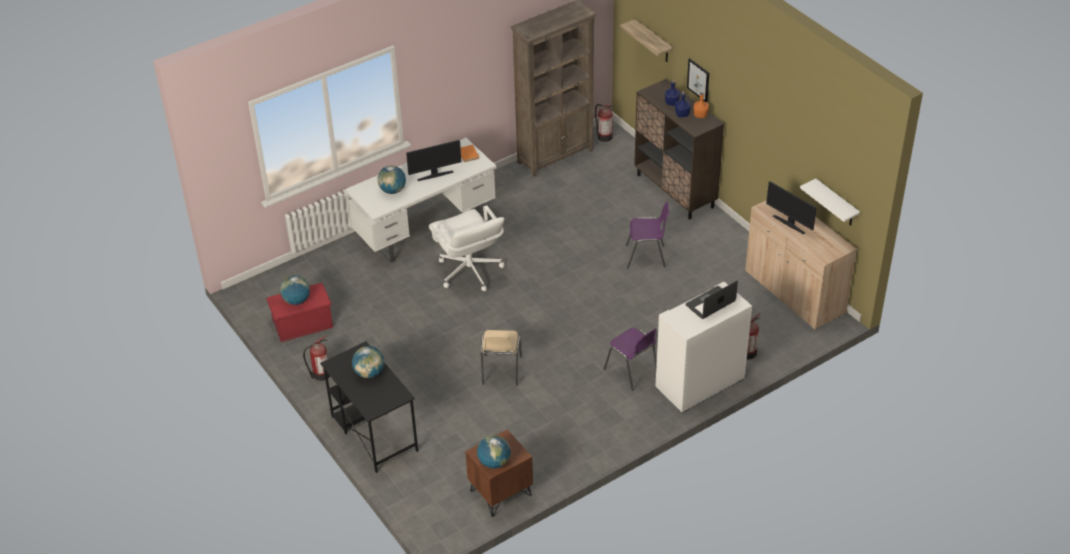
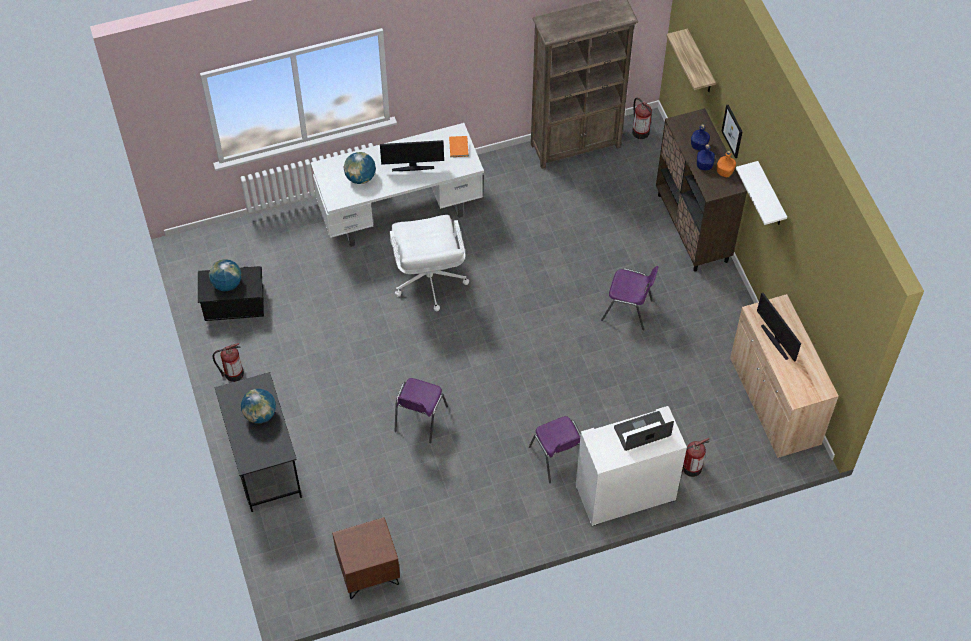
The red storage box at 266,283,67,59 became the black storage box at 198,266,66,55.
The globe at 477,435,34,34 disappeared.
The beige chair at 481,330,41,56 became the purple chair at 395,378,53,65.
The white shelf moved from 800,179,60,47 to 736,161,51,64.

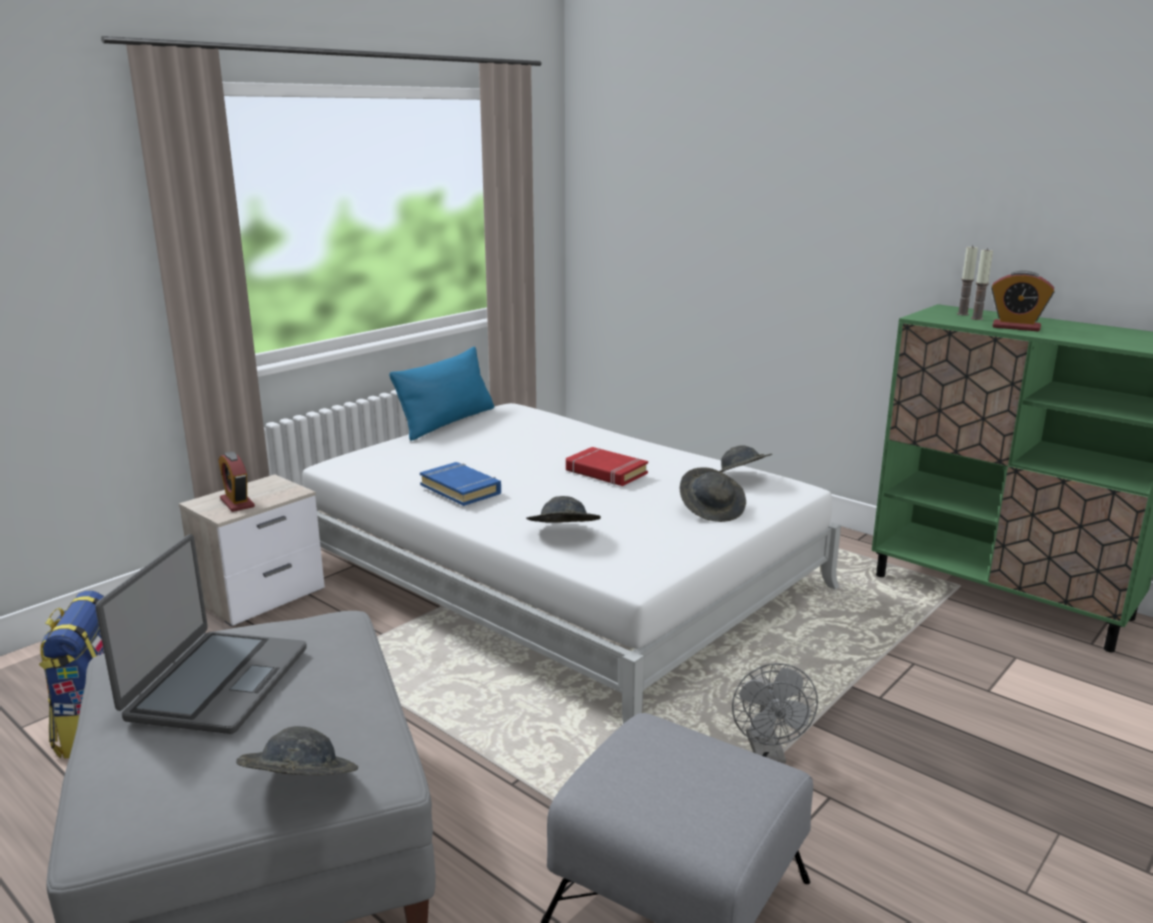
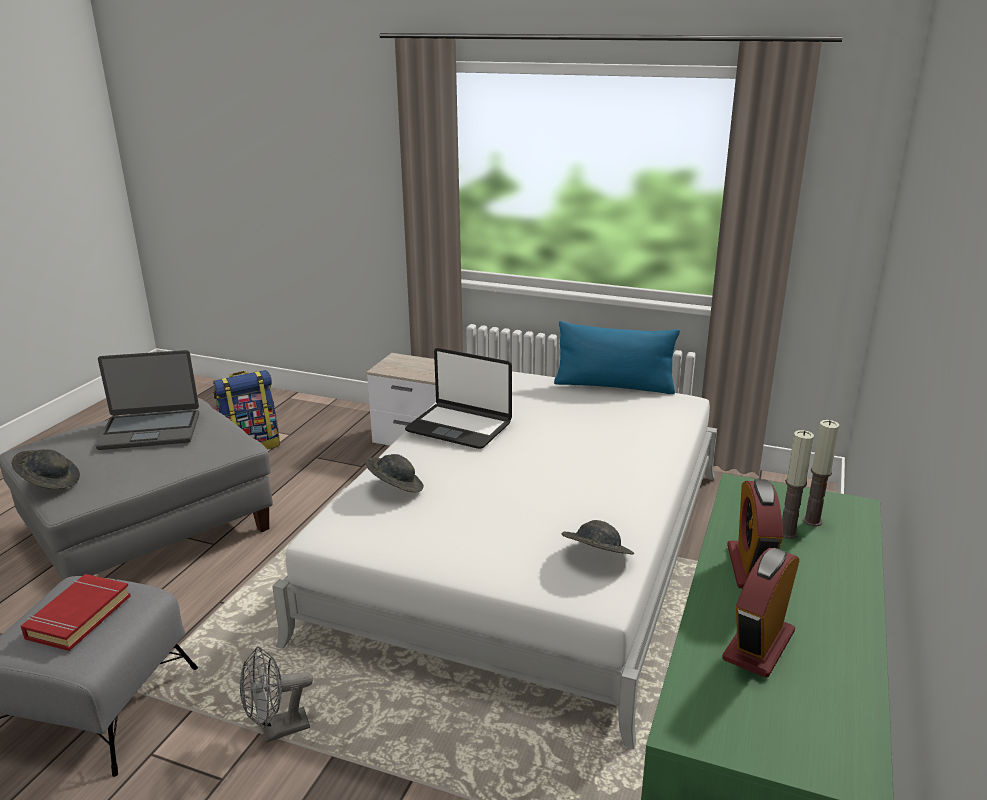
The alarm clock moved from 218,451,37,61 to 722,548,78,130.
The blue book at 420,462,81,44 was replaced by the laptop at 405,348,107,101.
The red book moved from 566,447,82,39 to 21,574,110,77.
The grey hat at 679,467,67,55 disappeared.

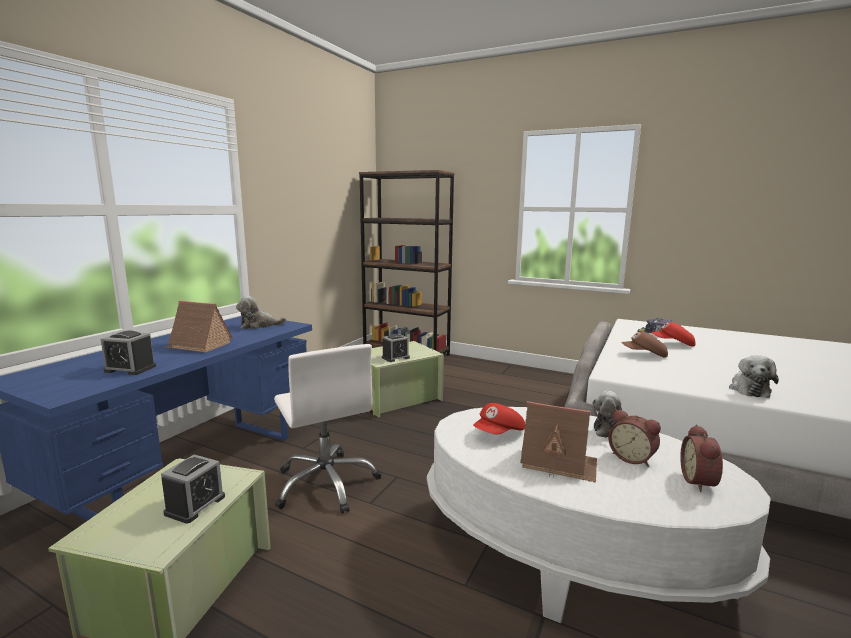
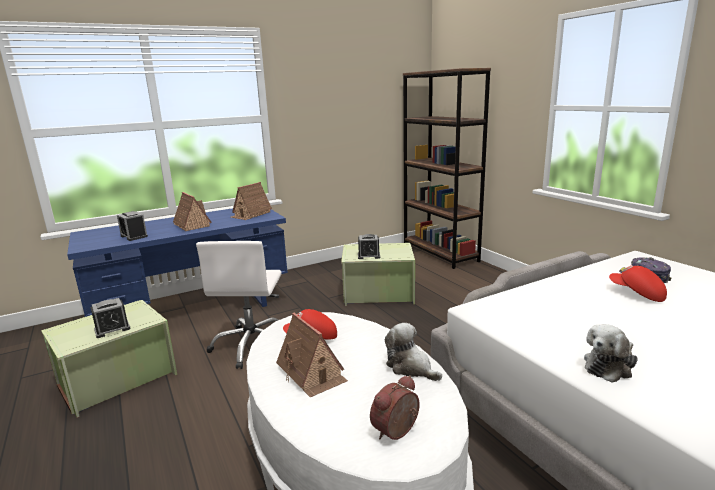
The plush toy at 236,296,50,33 was replaced by the toy house at 231,182,41,38.
The alarm clock at 608,409,53,58 disappeared.
The brown cap at 621,332,47,25 disappeared.

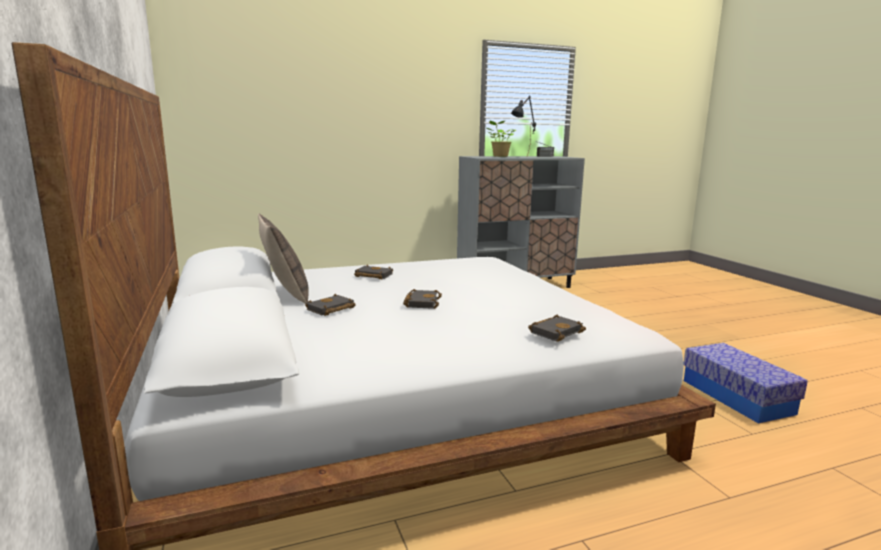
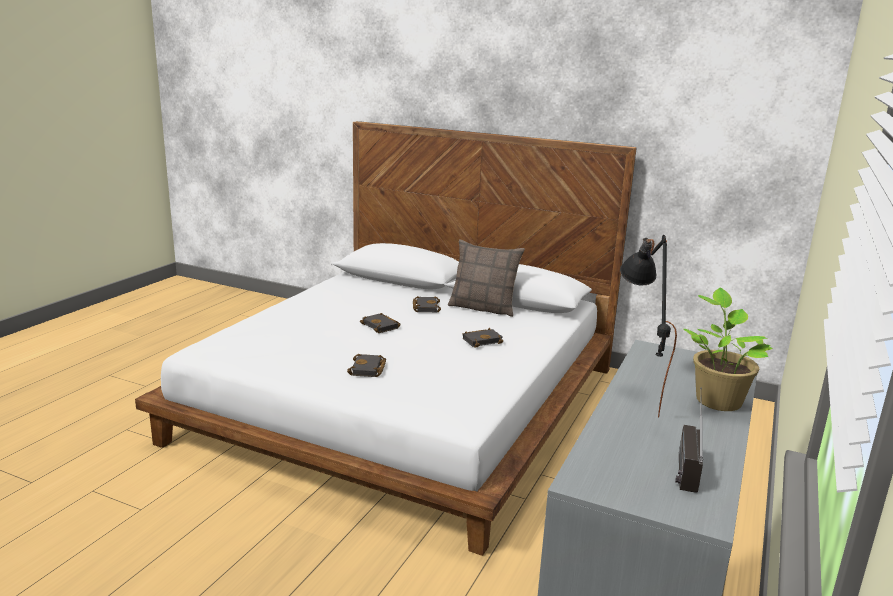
The black book moved from 528,315,58,27 to 347,354,39,23.
The storage box at 684,343,124,80 disappeared.

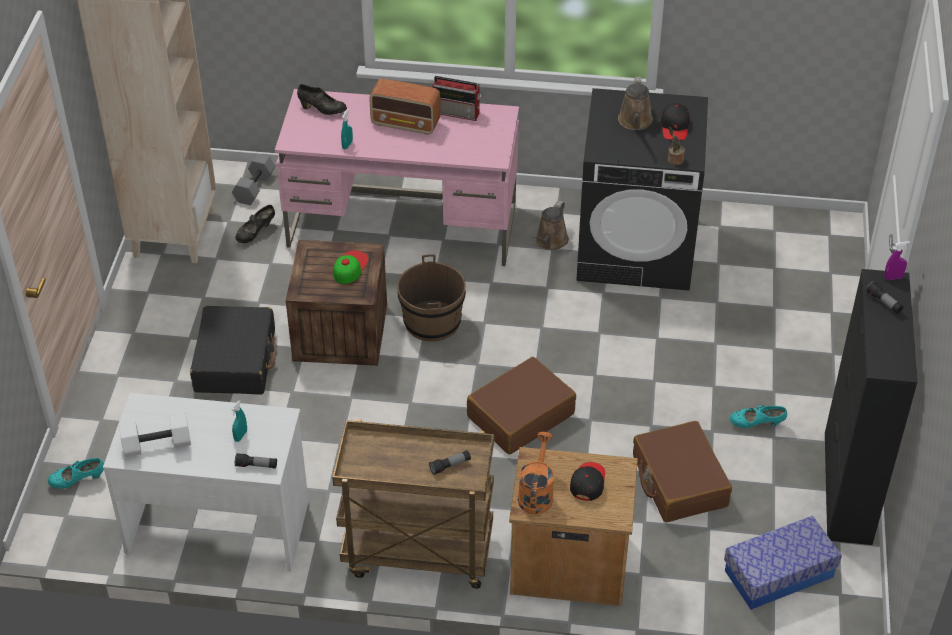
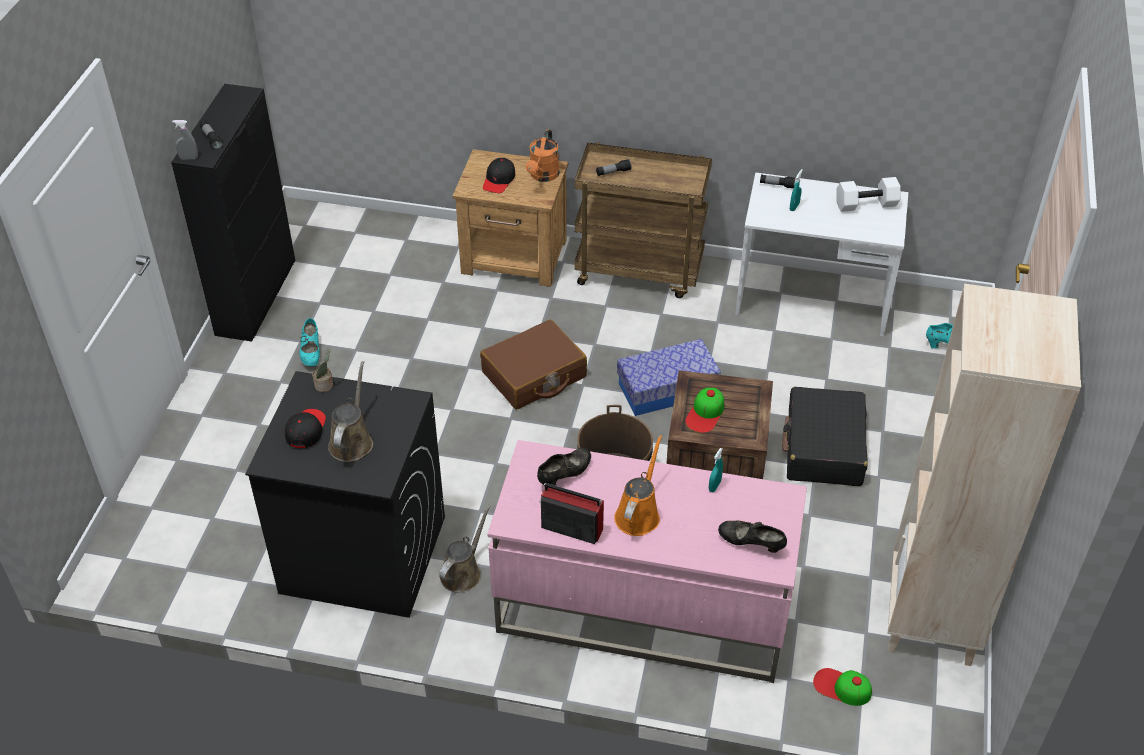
The grey dumbbell at 232,154,44,51 was replaced by the cap at 813,668,59,38.
The black shoe moved from 235,205,40,38 to 537,448,54,38.
The radio at 369,78,72,57 was replaced by the orange watering can at 614,435,48,101.
The brown suitcase at 633,421,99,101 disappeared.
The storage box moved from 724,516,118,94 to 617,339,104,77.
The turquoise shoe at 730,405,57,23 turned 75 degrees clockwise.
The purple spray bottle at 884,241,26,39 became the grey spray bottle at 172,120,26,40.

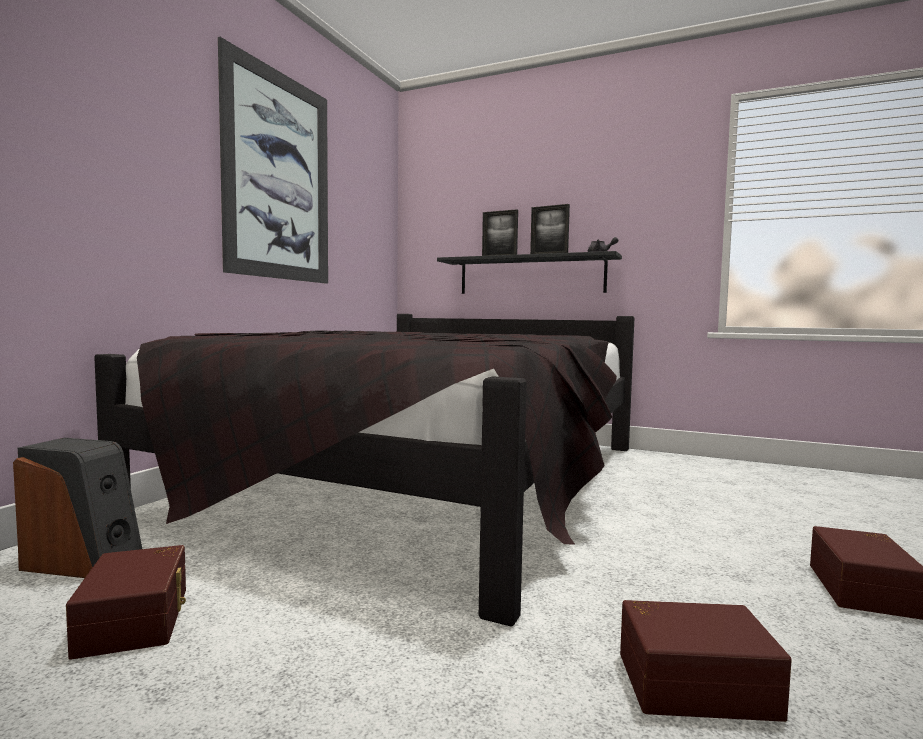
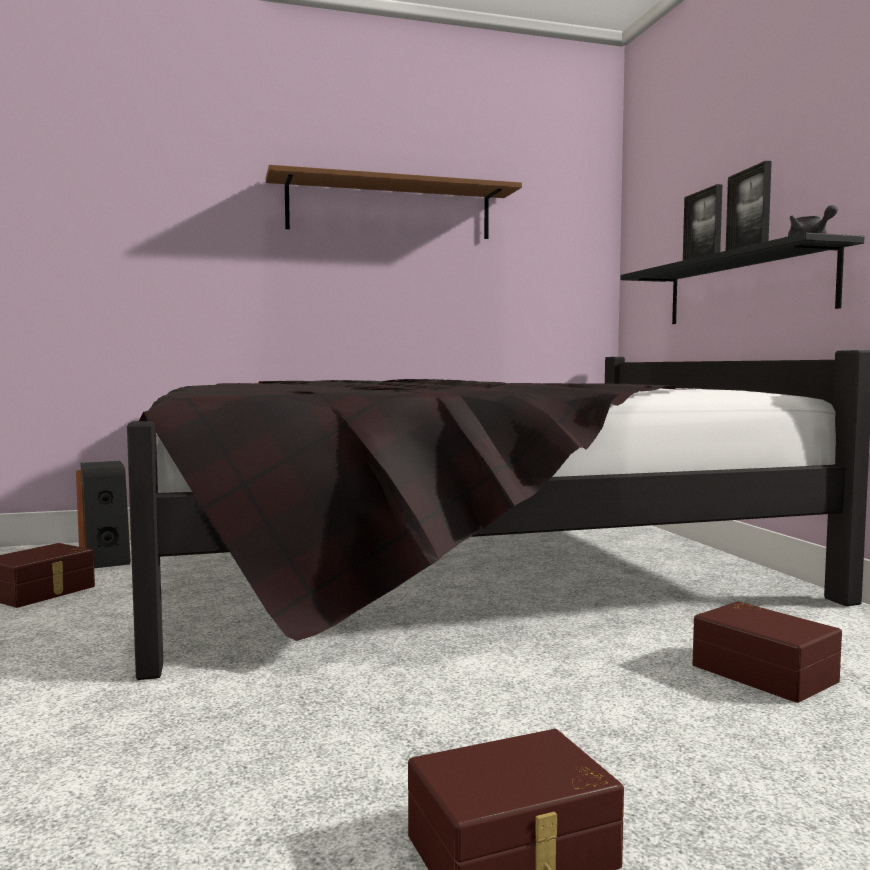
The picture at 218,37,110,247 was replaced by the brown shelf at 266,165,256,74.
The brown storage box moved from 620,600,172,122 to 692,602,150,101.

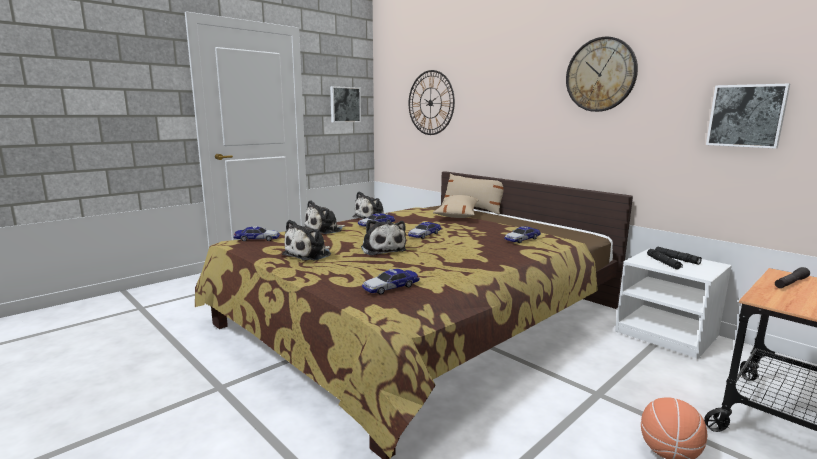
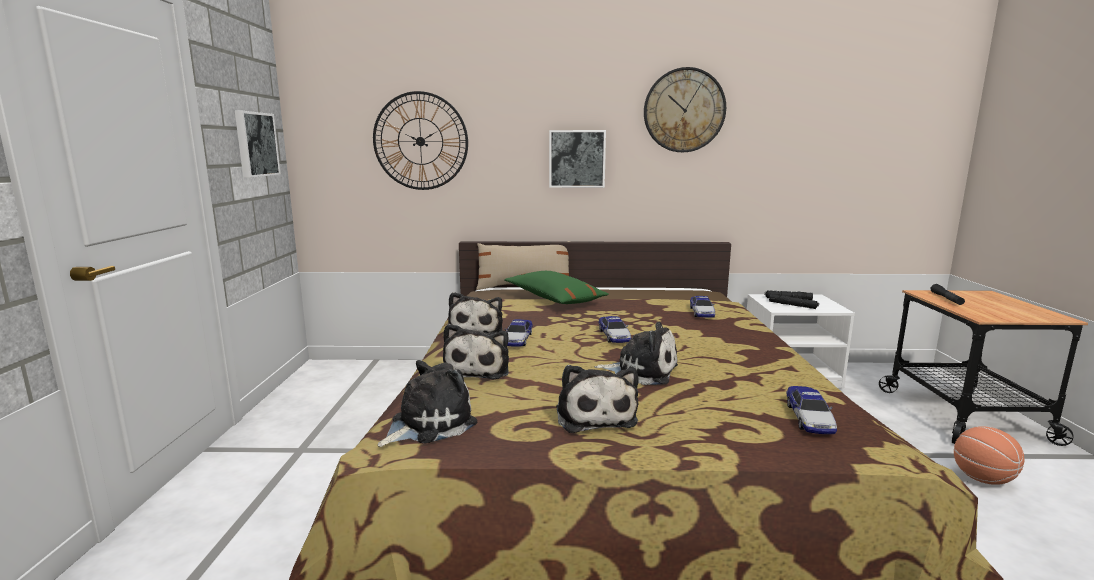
The toy car at 233,226,47,15 was replaced by the plush toy at 378,360,99,87.
The beige pillow at 433,195,46,23 became the green pillow at 504,271,105,33.
The picture moved from 706,84,84,65 to 549,130,57,58.

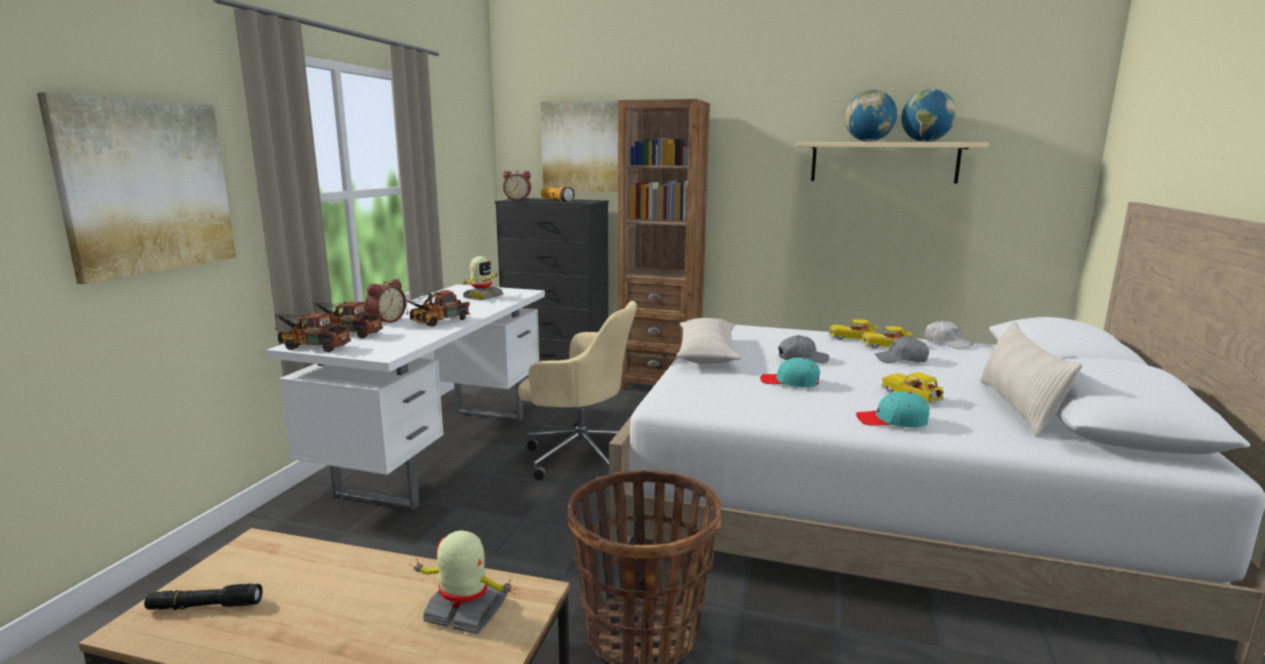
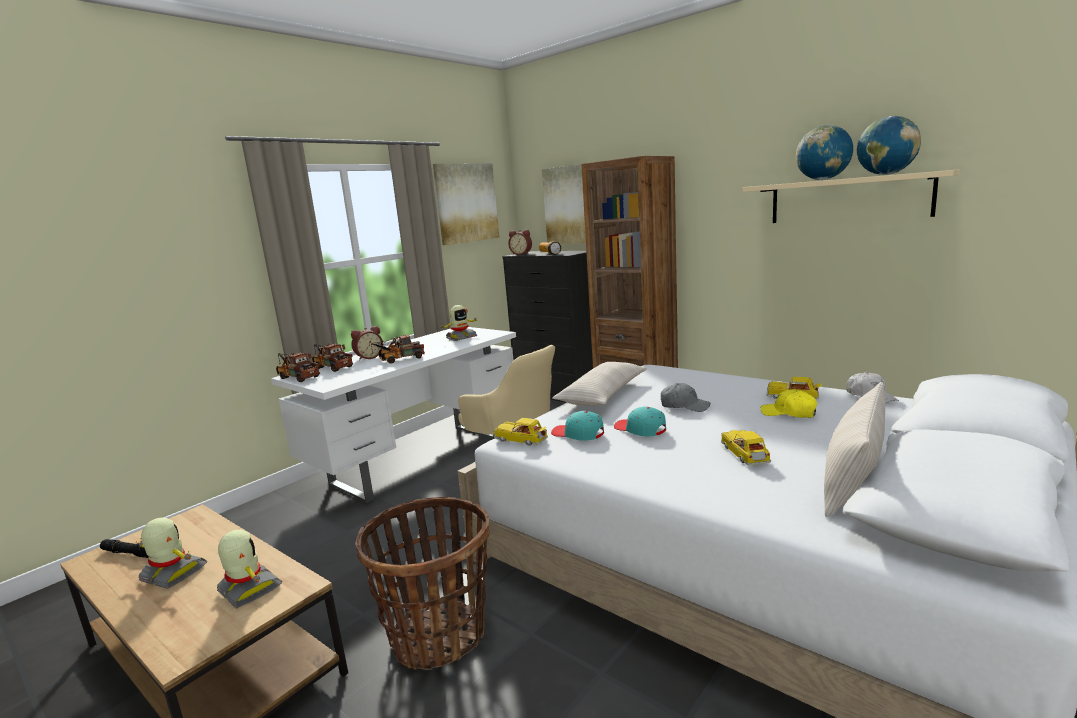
The picture moved from 37,92,199,192 to 433,164,66,81.
The toy car moved from 829,319,49,21 to 494,418,54,28.
The turquoise cap moved from 856,392,74,36 to 551,411,53,30.
The grey cap at 875,336,54,27 became the yellow cap at 761,389,56,29.
The toy robot at 136,518,71,71 appeared.

